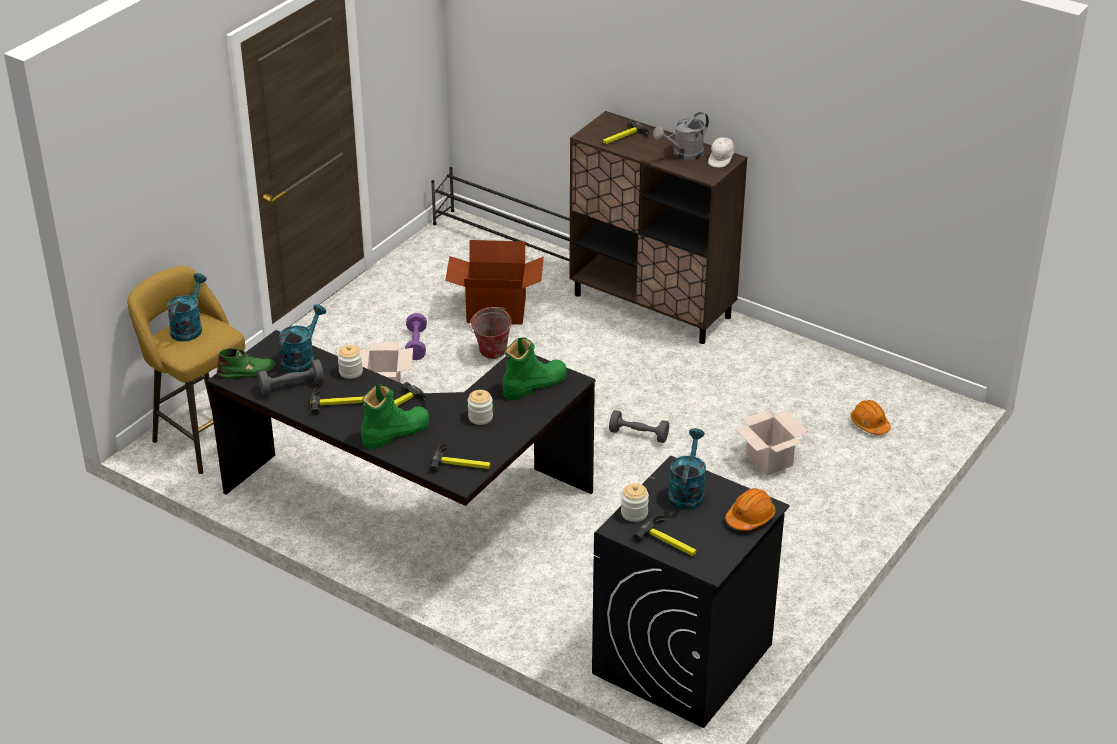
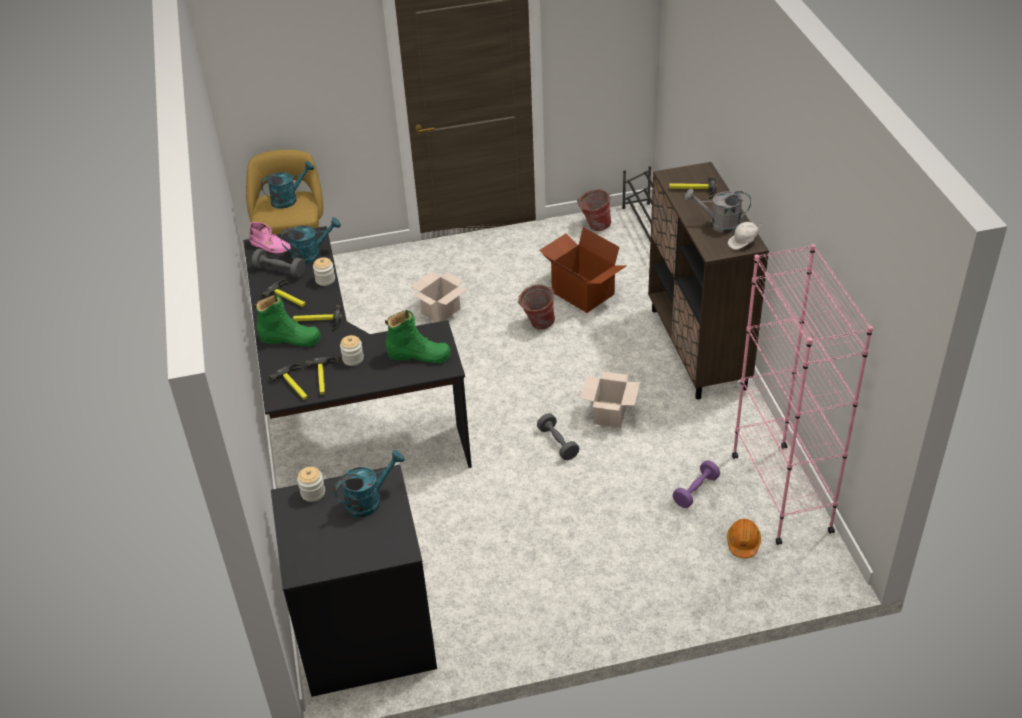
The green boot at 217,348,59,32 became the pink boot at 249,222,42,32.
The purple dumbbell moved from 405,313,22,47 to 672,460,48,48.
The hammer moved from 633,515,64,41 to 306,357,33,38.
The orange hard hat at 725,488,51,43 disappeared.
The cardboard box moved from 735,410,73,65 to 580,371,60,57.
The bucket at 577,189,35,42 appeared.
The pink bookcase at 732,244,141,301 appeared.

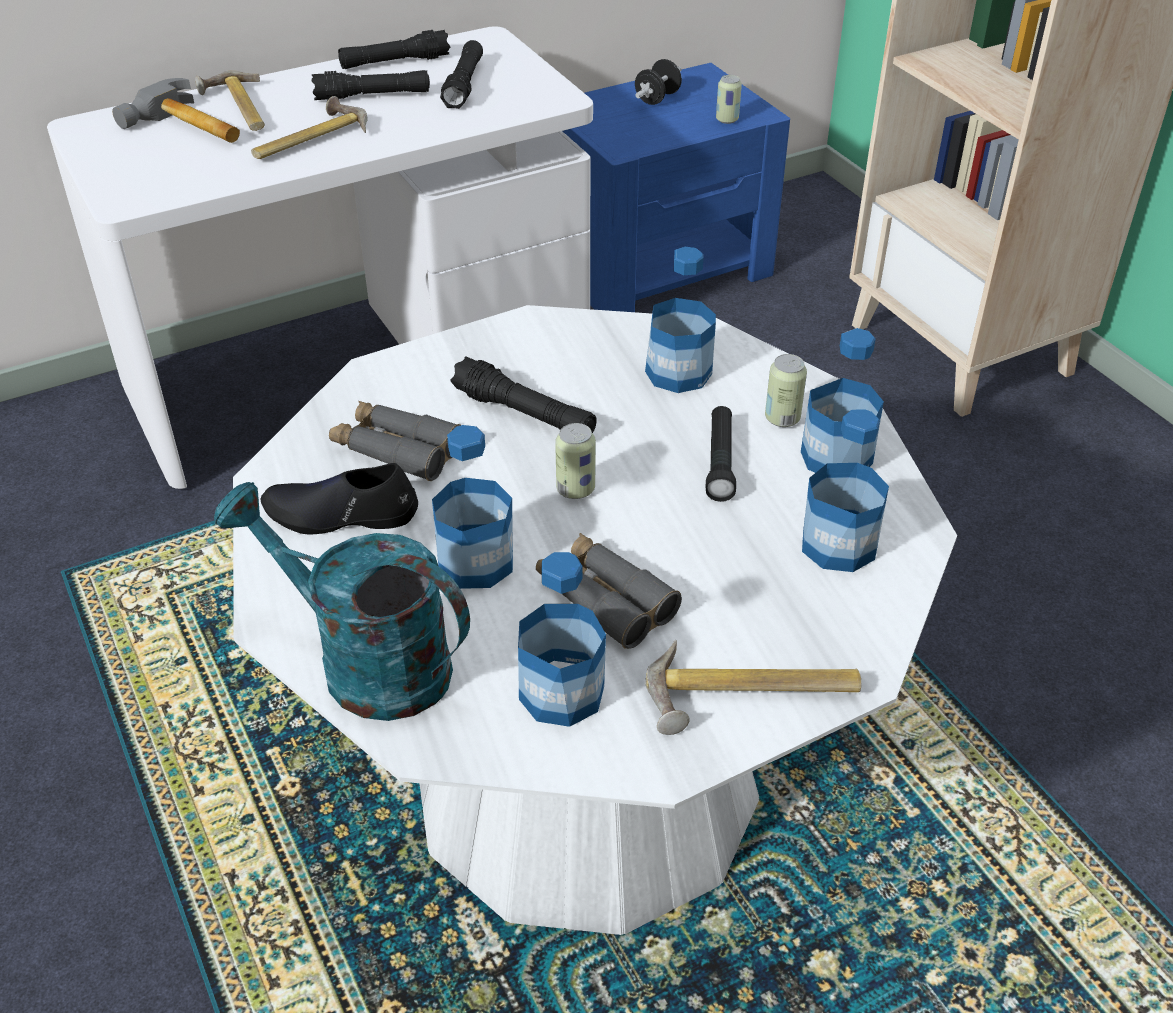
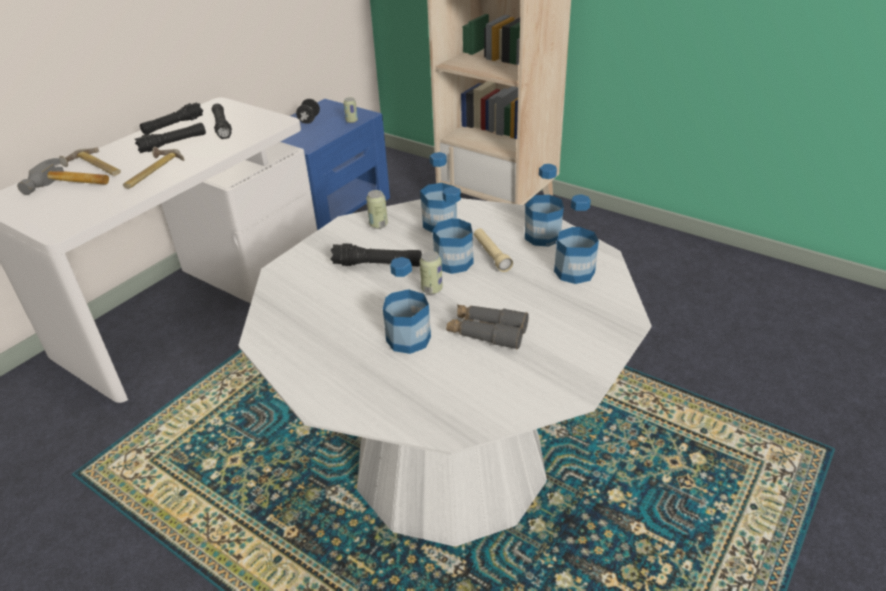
The turquoise watering can at 214,482,256,239 disappeared.
The black shoe at 261,463,157,71 disappeared.
The grey binoculars at 329,401,132,80 disappeared.
The bottle moved from 518,552,88,175 to 433,187,41,87.
The hammer at 645,640,216,95 disappeared.
The black flashlight at 706,406,30,96 became the beige flashlight at 474,228,39,44.
The can moved from 765,354,42,73 to 366,190,22,39.

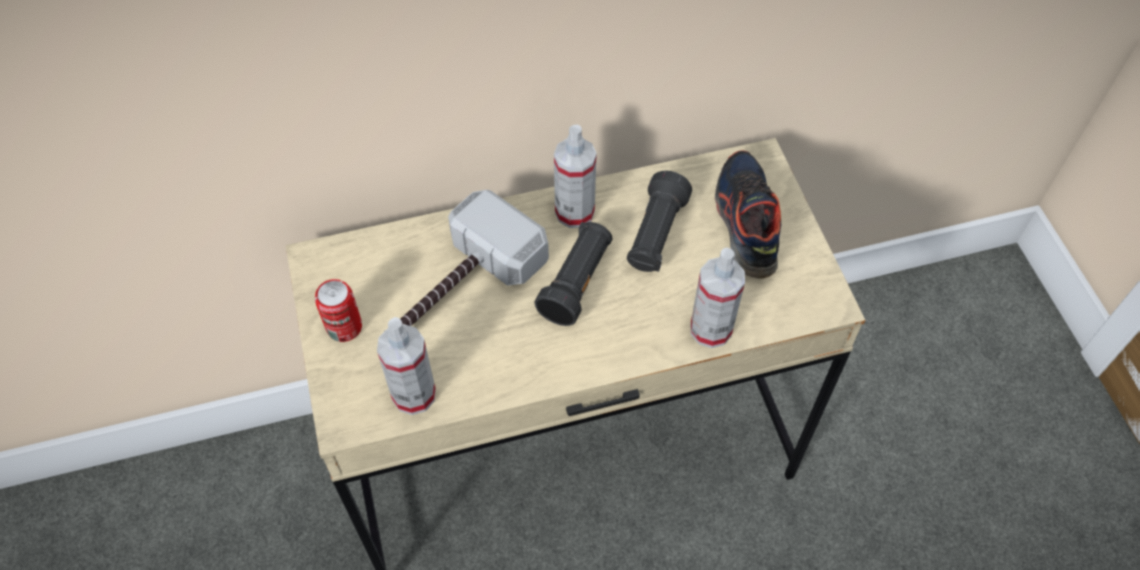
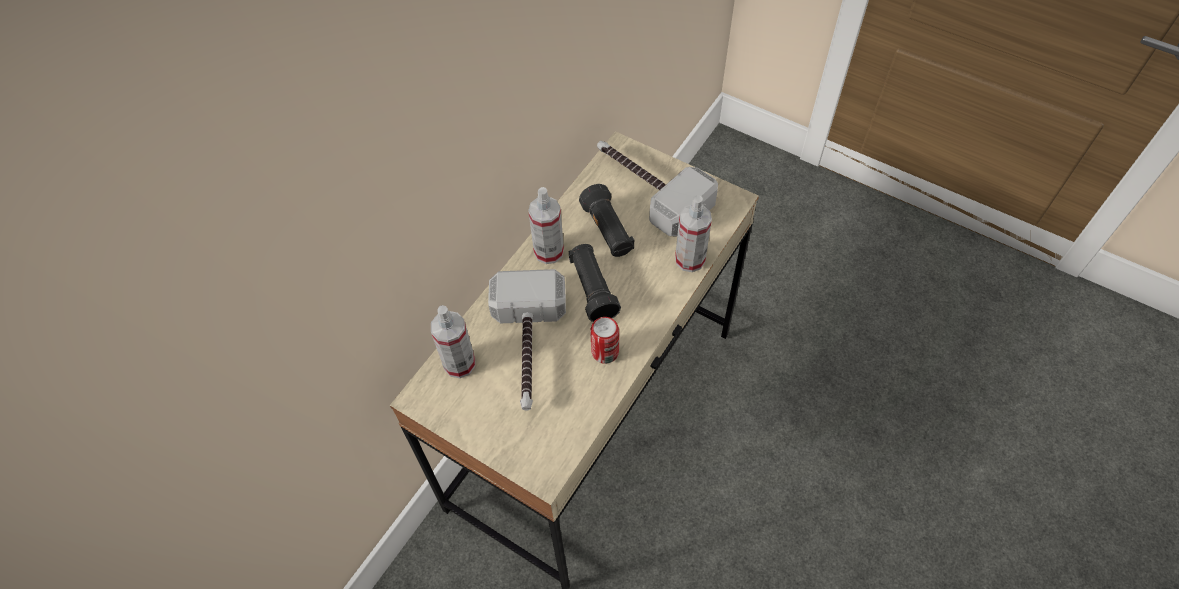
The can moved from 315,279,47,63 to 590,317,29,47.
The spray bottle moved from 377,317,59,98 to 431,305,44,73.
The shoe at 715,151,66,128 was replaced by the hammer at 597,141,121,96.

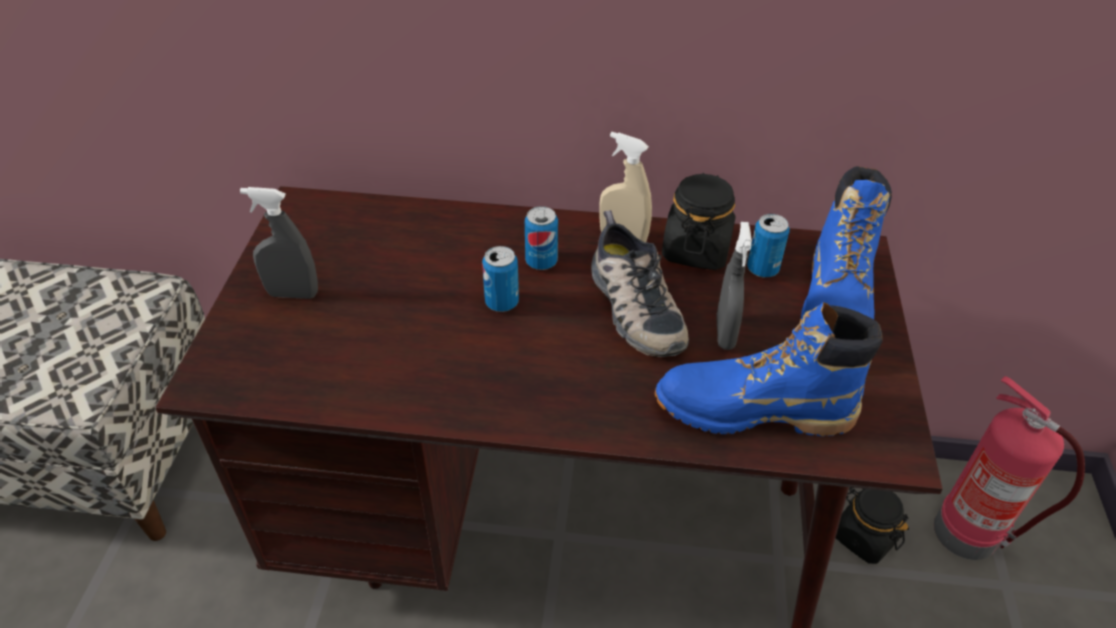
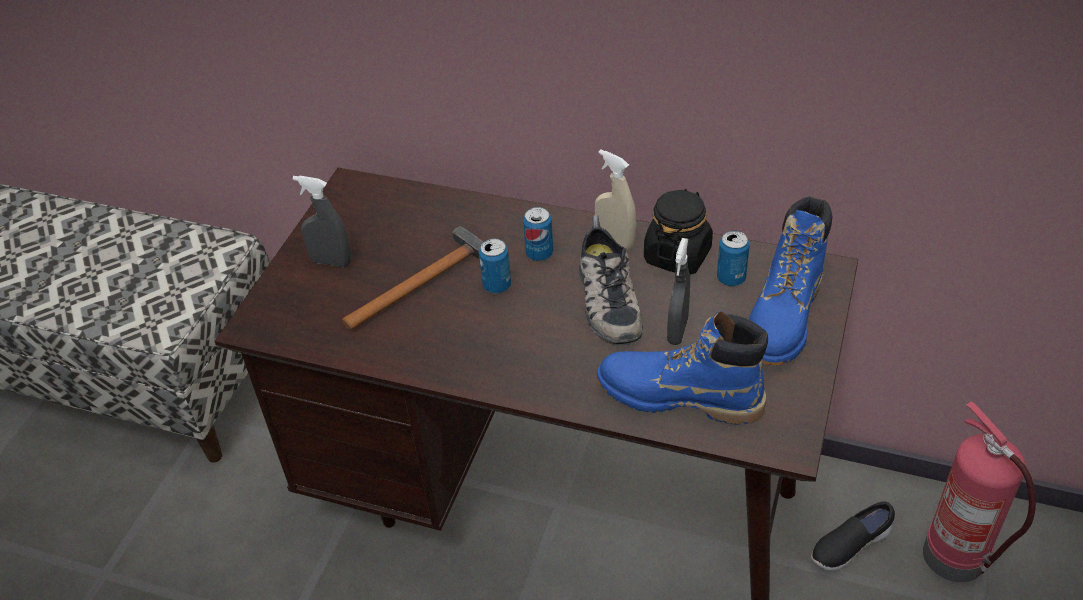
The black jar at 836,487,73,77 was replaced by the black shoe at 811,501,84,70.
The hammer at 342,226,141,104 appeared.

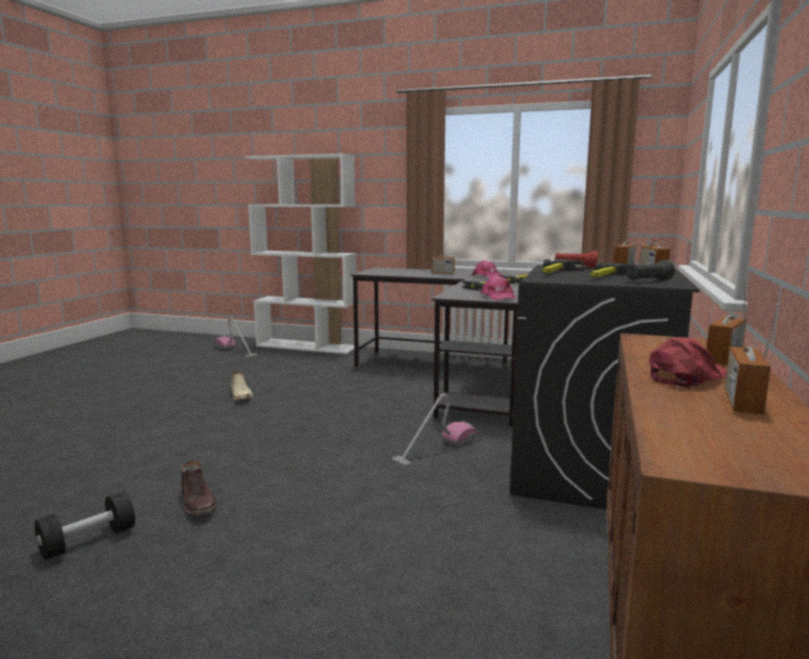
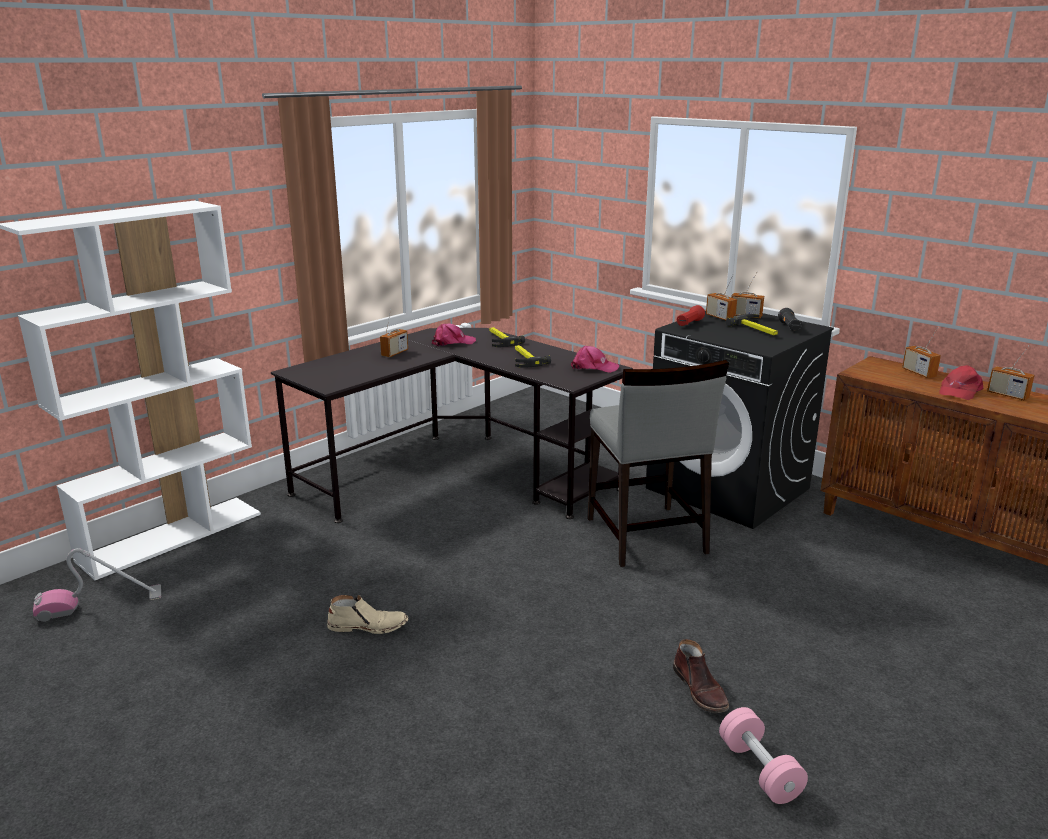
The black dumbbell at 34,491,101,69 became the pink dumbbell at 719,707,89,97.
The brown boot at 181,461,36,55 turned 75 degrees clockwise.
The vacuum cleaner at 392,394,85,73 was replaced by the grey chair at 587,360,142,207.
The hammer at 542,259,42,14 disappeared.
The red cap at 649,337,78,51 turned 135 degrees counterclockwise.

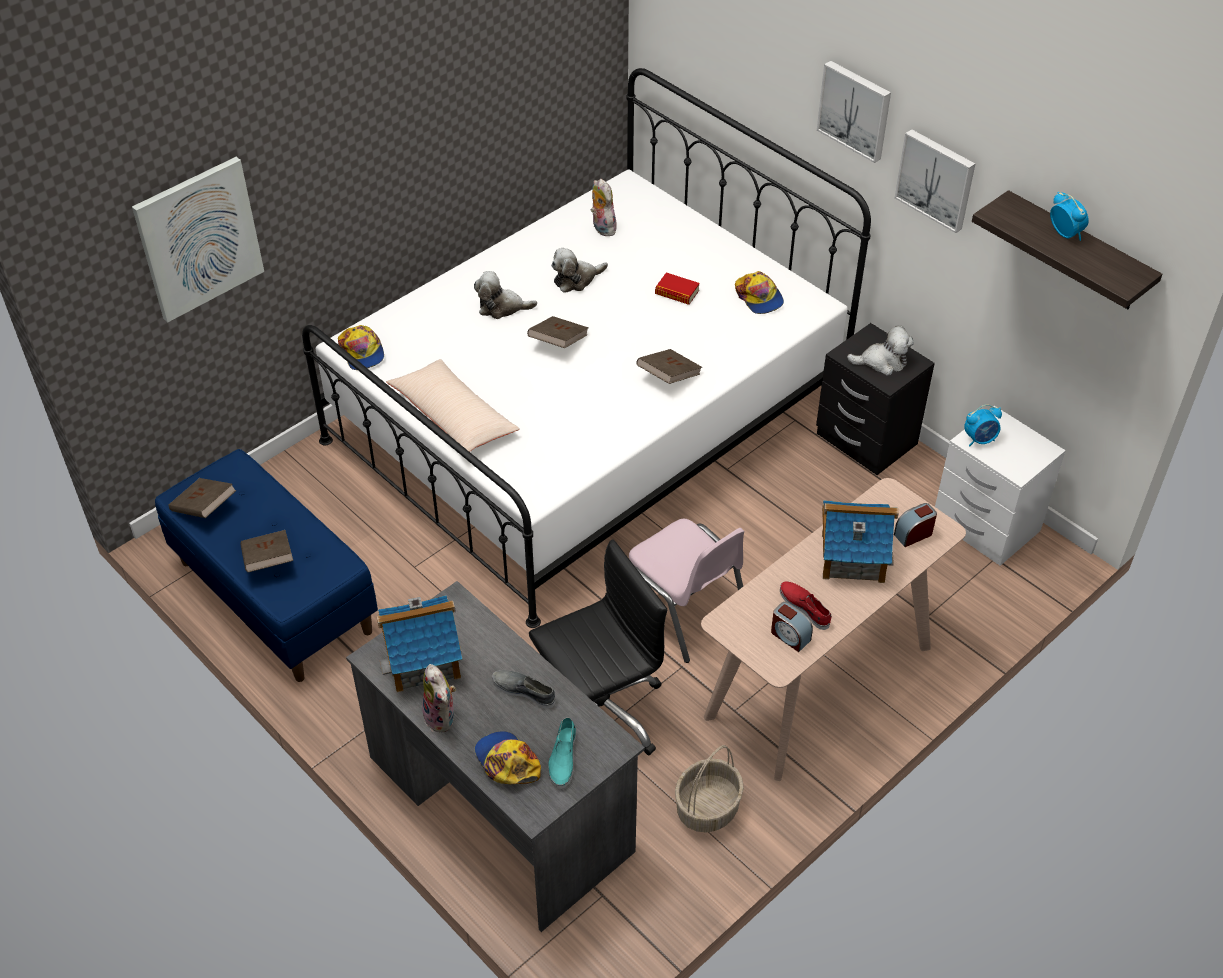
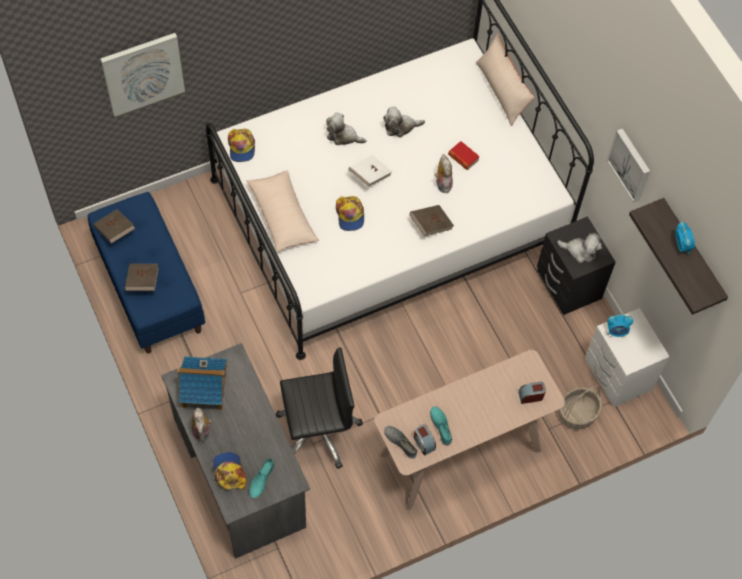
The grey shoe moved from 492,670,63,38 to 384,426,33,33.
The brown book at 527,316,62,32 became the white book at 348,155,44,33.
The plush toy moved from 590,179,27,57 to 434,154,19,39.
The pink chair at 629,519,116,144 disappeared.
The basket moved from 675,745,69,87 to 559,386,43,44.
The cap moved from 735,271,49,43 to 336,196,28,35.
The red shoe at 780,582,52,48 became the turquoise shoe at 430,406,22,40.
The picture at 817,61,74,102 disappeared.
The toy house at 822,500,77,83 disappeared.
The beige pillow at 476,33,59,93 appeared.

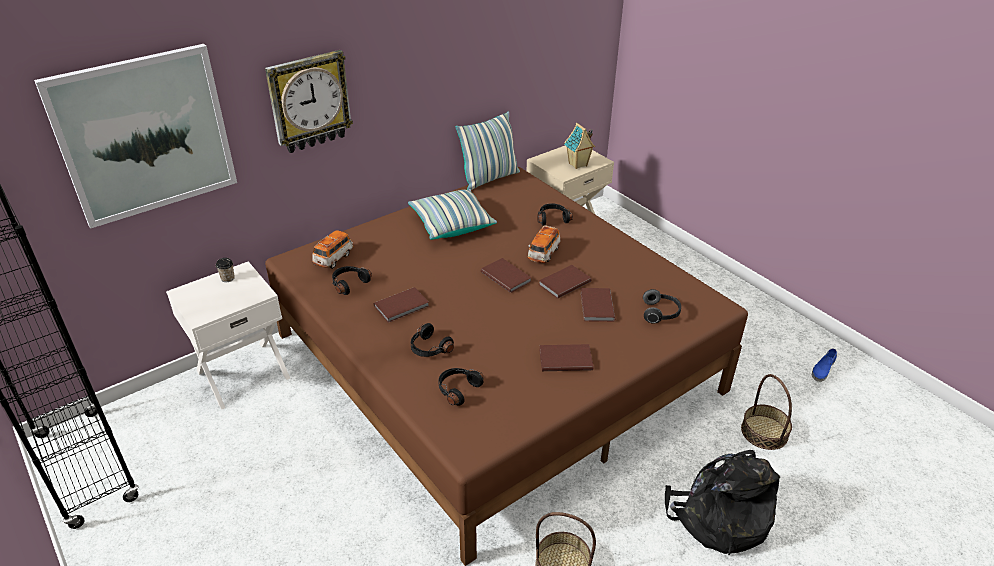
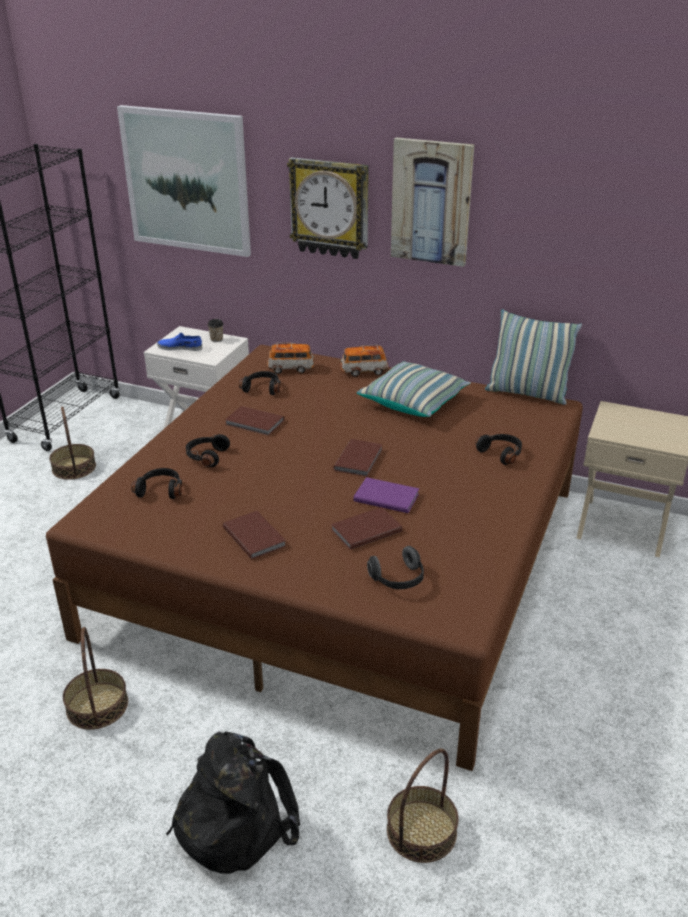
The toy car moved from 527,225,34,38 to 340,344,49,33.
The brown book at 539,265,53,34 became the purple book at 353,477,66,36.
The toy house at 564,123,31,46 disappeared.
The blue shoe moved from 812,349,25,33 to 157,333,45,18.
The basket at 49,407,47,73 appeared.
The picture at 391,137,83,130 appeared.

